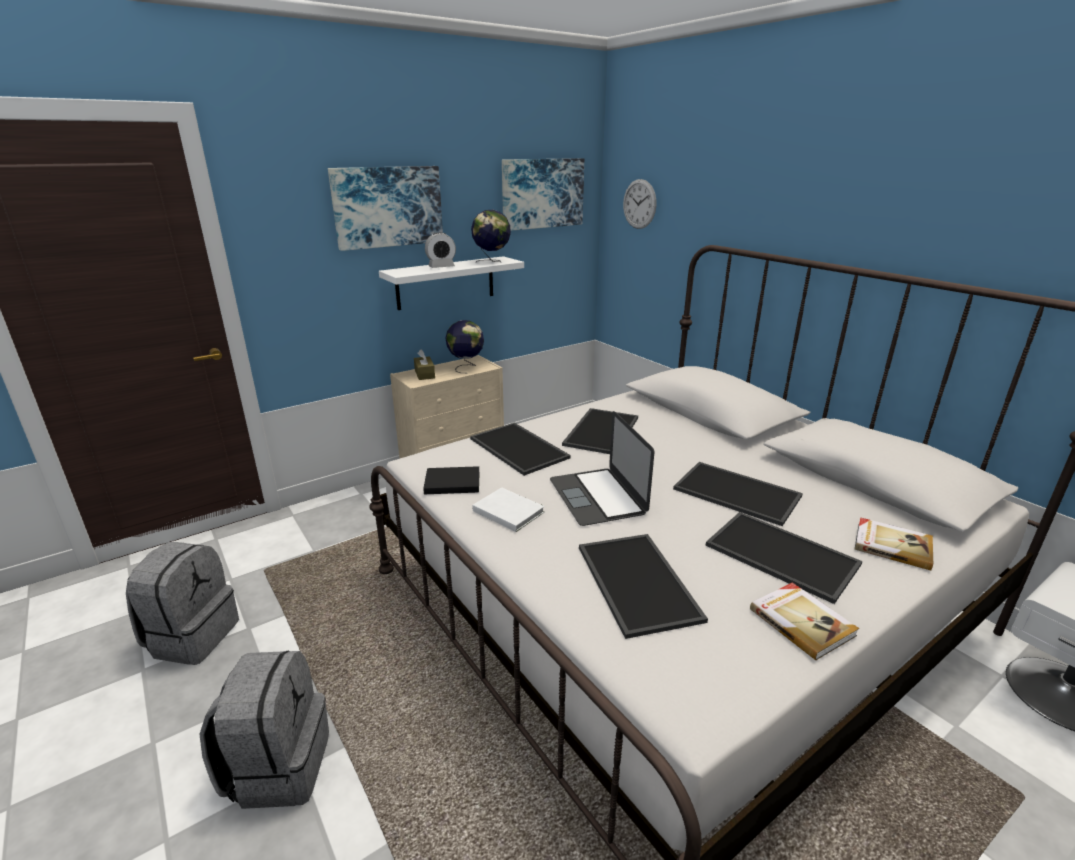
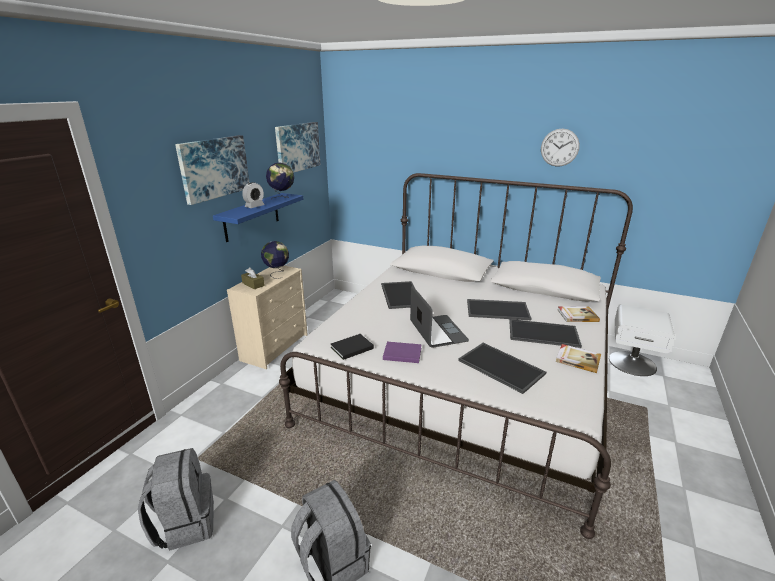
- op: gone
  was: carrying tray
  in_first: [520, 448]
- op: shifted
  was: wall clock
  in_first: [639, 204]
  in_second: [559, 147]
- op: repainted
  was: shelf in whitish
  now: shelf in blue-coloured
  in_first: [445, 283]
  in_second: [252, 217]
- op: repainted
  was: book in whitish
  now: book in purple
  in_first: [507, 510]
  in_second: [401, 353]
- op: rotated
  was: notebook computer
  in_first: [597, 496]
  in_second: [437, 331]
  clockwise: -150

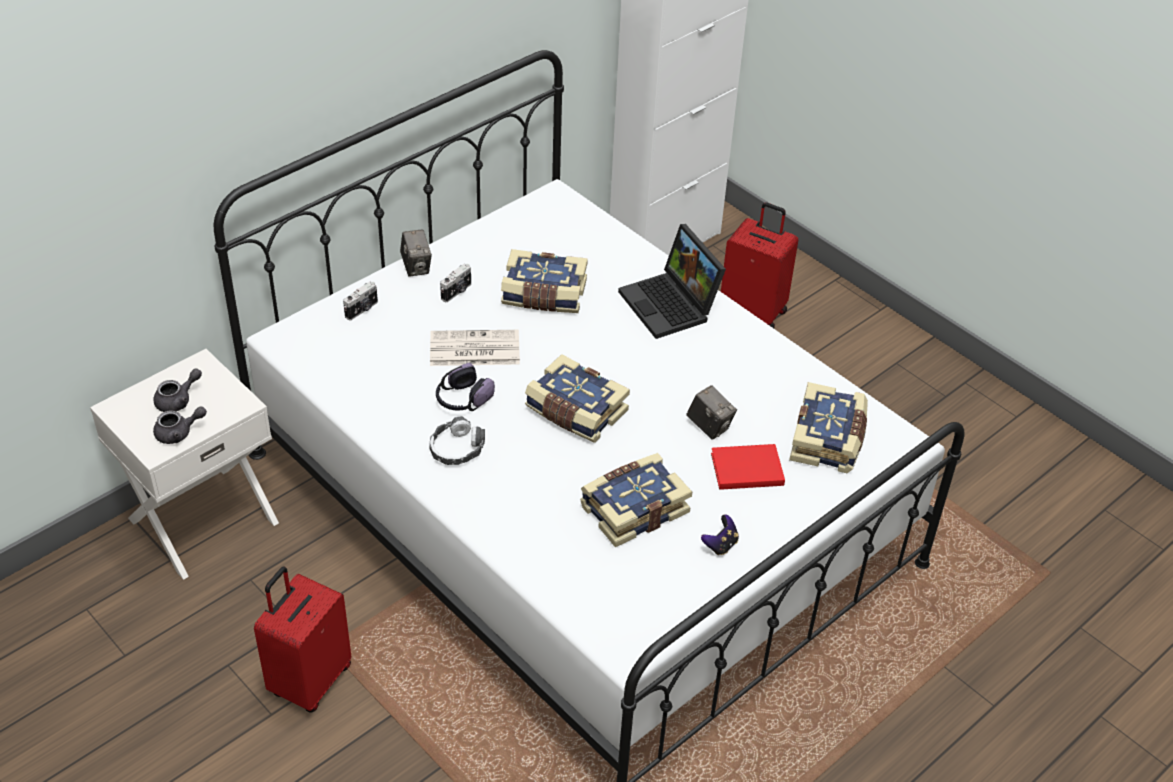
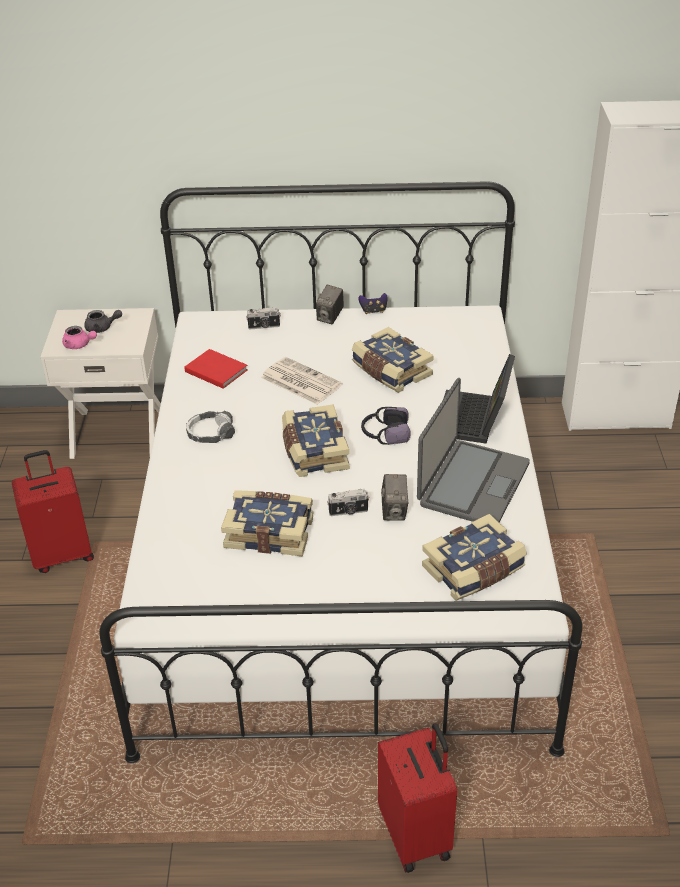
- op: new
  now: notebook computer
  in_second: [472, 484]
- op: shifted
  was: pair of headphones
  in_first: [462, 399]
  in_second: [385, 434]
- op: shifted
  was: photo camera
  in_first: [457, 292]
  in_second: [348, 512]
- op: shifted
  was: gamepad
  in_first: [720, 545]
  in_second: [373, 311]
- op: shifted
  was: book in reddish
  in_first: [745, 468]
  in_second: [215, 370]
- op: shifted
  was: piece of luggage in reddish
  in_first: [754, 311]
  in_second: [417, 835]
- op: repainted
  was: pot for tea in gray
  now: pot for tea in pinkish
  in_first: [179, 433]
  in_second: [79, 345]

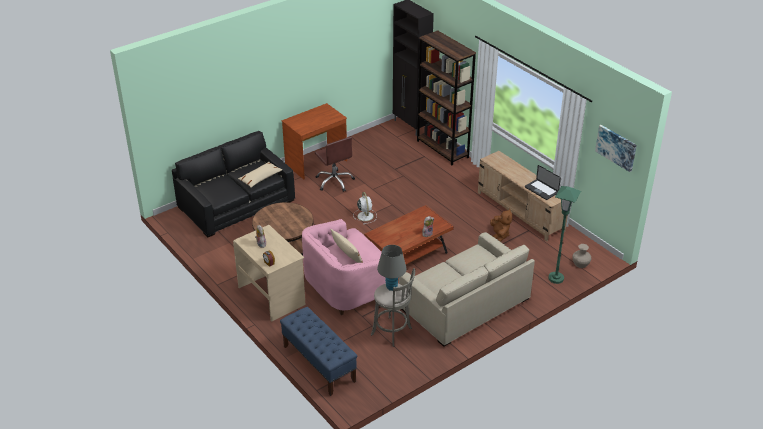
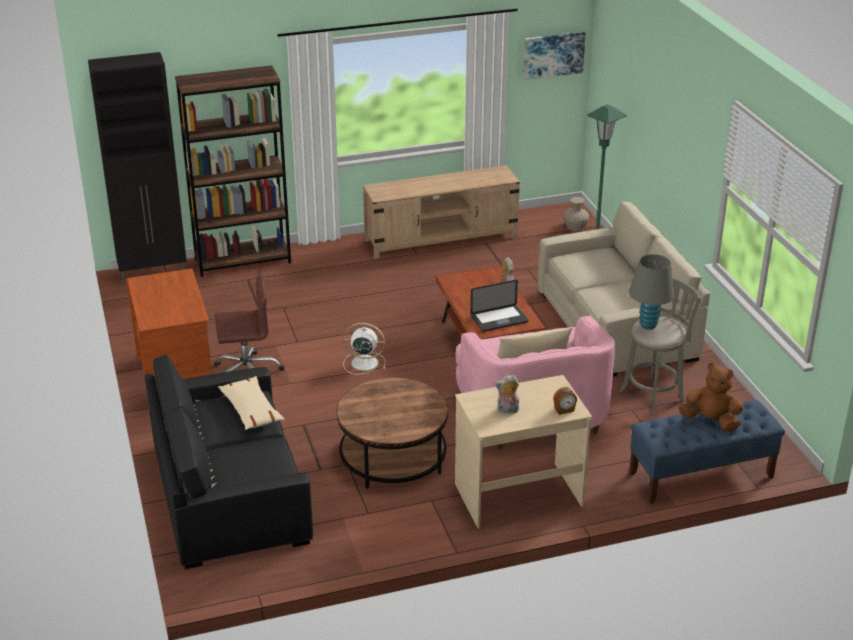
- op: shifted
  was: plush toy in brown-coloured
  in_first: [499, 235]
  in_second: [711, 421]
- op: shifted
  was: notebook computer
  in_first: [541, 190]
  in_second: [499, 319]

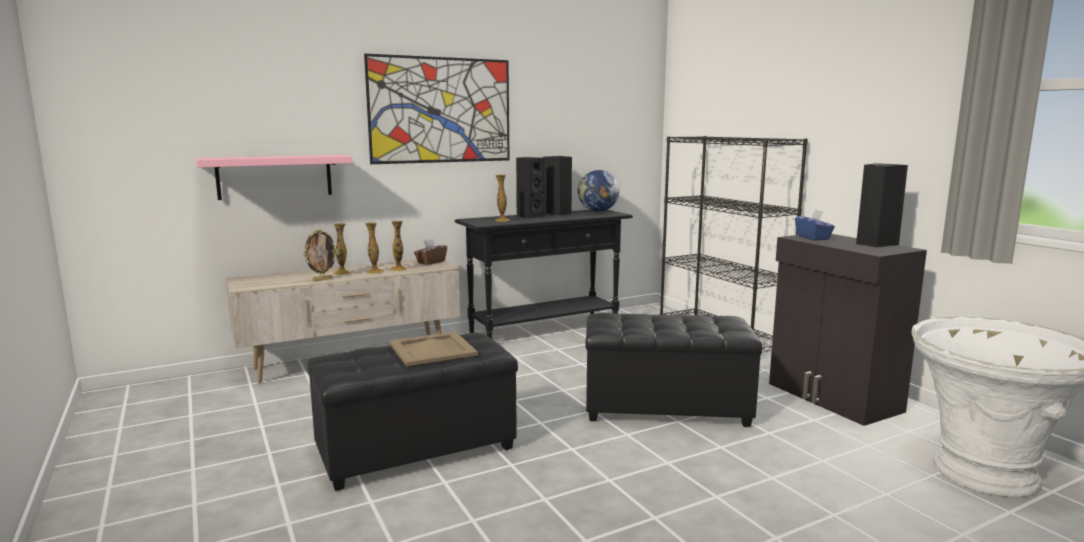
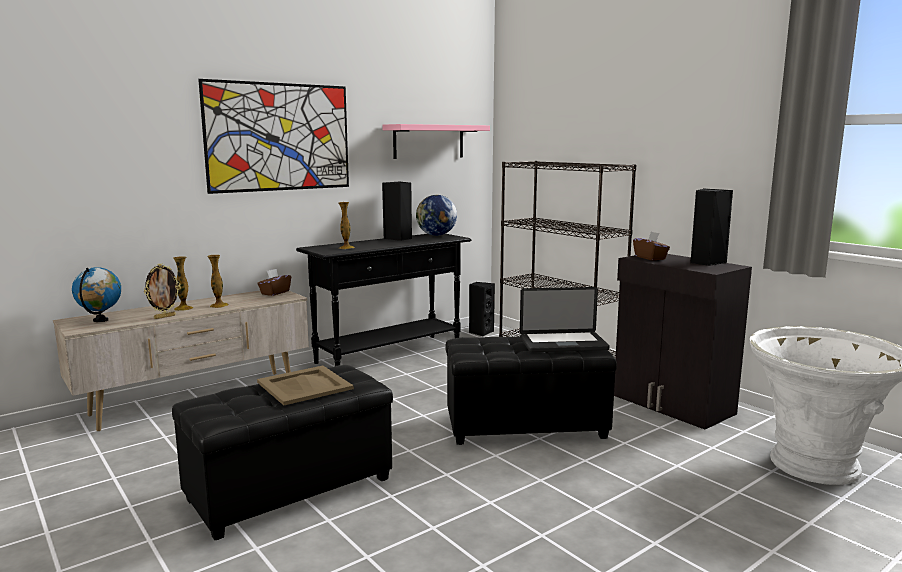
- op: gone
  was: flower vase
  in_first: [398, 269]
- op: new
  now: desk globe
  in_second: [100, 320]
- op: new
  now: notebook computer
  in_second: [563, 344]
- op: shifted
  was: shelf in pinkish
  in_first: [275, 176]
  in_second: [429, 141]
- op: shifted
  was: speaker in blackish
  in_first: [530, 216]
  in_second: [480, 332]
- op: repainted
  was: tissue holder in blue-coloured
  now: tissue holder in brown-coloured
  in_first: [813, 238]
  in_second: [650, 258]

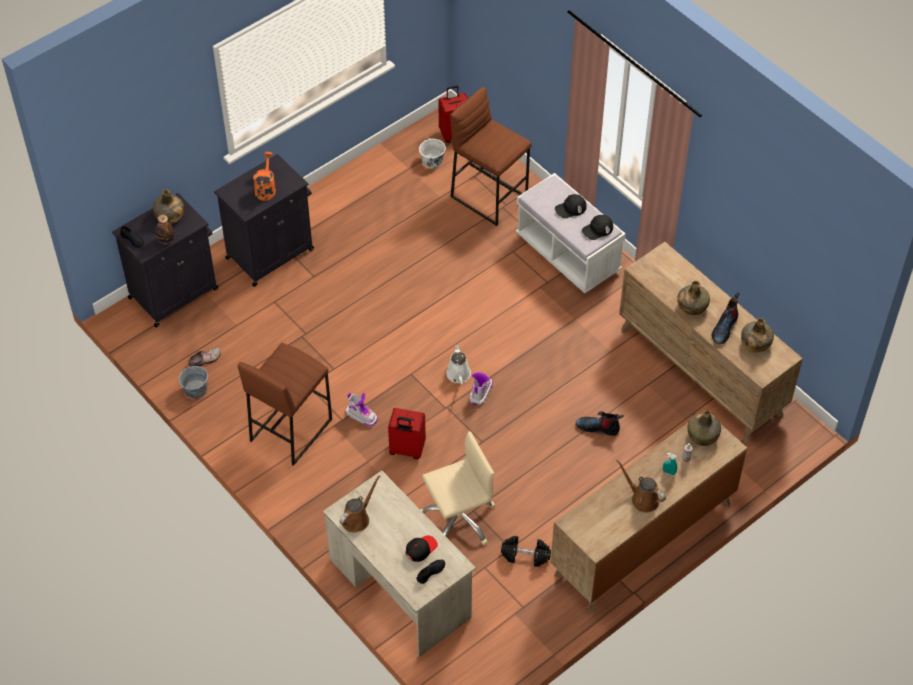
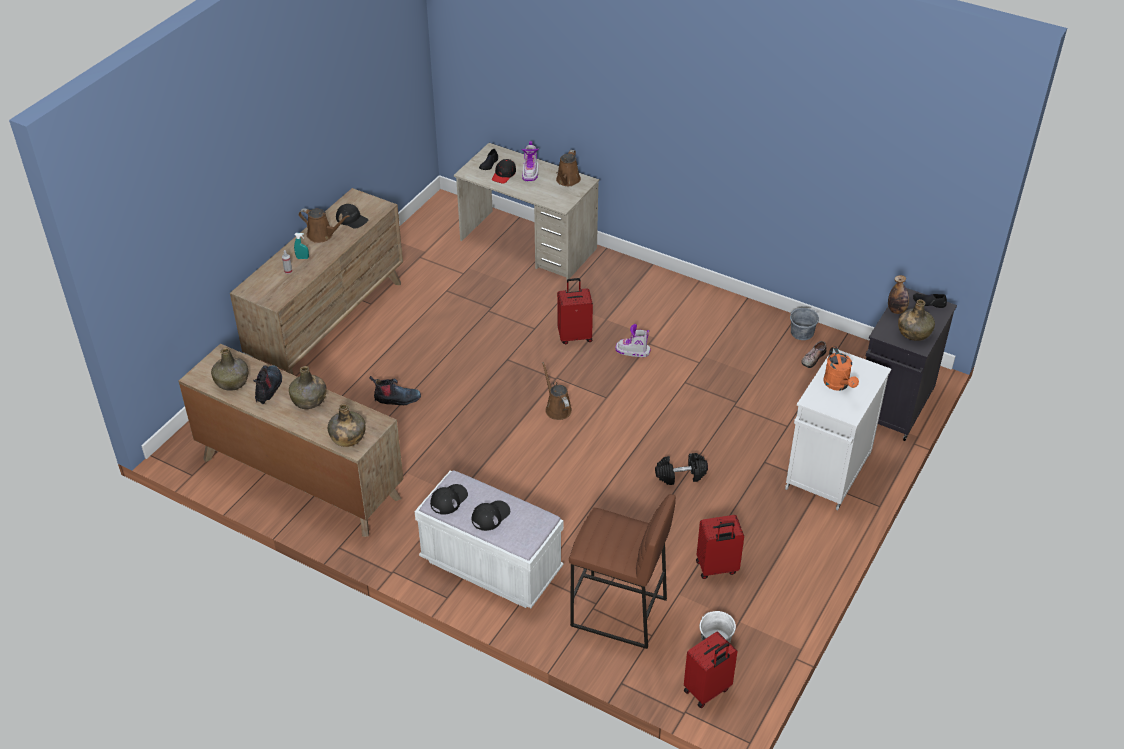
- op: gone
  was: sitting stool in brown-coloured
  in_first: [290, 429]
- op: gone
  was: desk chair in sand-coloured
  in_first: [458, 519]
- op: new
  now: cap in blackish
  in_second: [352, 219]
- op: new
  now: piece of luggage in reddish
  in_second: [717, 568]
- op: shifted
  was: tall boot
  in_first: [480, 392]
  in_second: [530, 172]
- op: shifted
  was: free weight in blackish
  in_first: [525, 555]
  in_second: [680, 475]
- op: shifted
  was: beverage bottle in greenish
  in_first: [703, 435]
  in_second: [347, 437]
- op: repainted
  was: cabinet in blackish
  now: cabinet in whitish
  in_first: [271, 253]
  in_second: [827, 473]
- op: repainted
  was: watering can in whitish
  now: watering can in brown-coloured
  in_first: [459, 375]
  in_second: [557, 408]

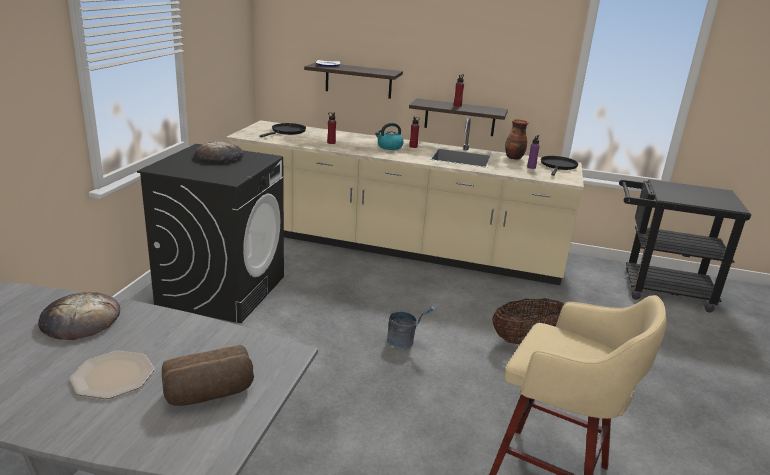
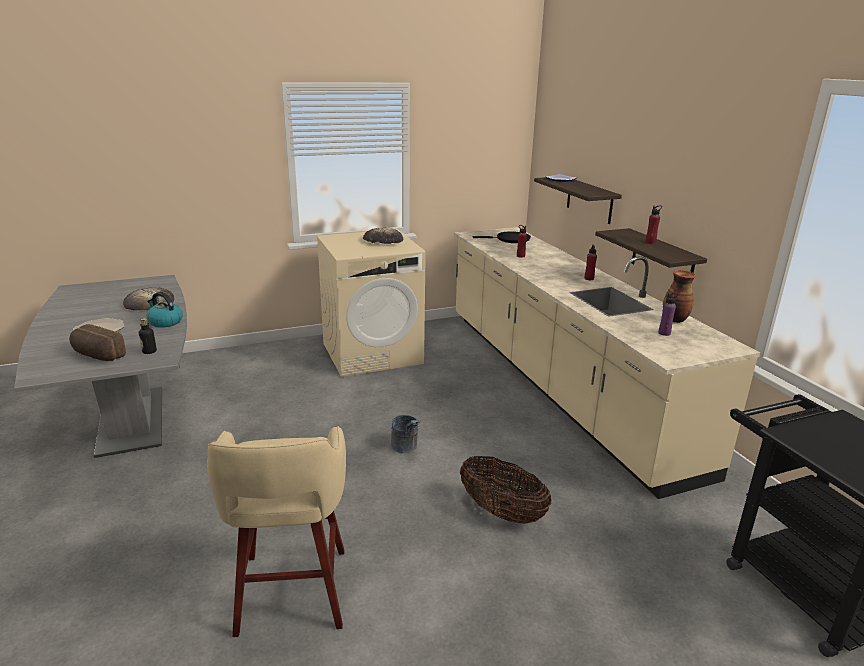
- op: gone
  was: frying pan in blackish
  in_first: [558, 166]
- op: new
  now: beverage bottle
  in_second: [149, 351]
- op: shifted
  was: kettle
  in_first: [389, 147]
  in_second: [165, 322]
- op: repainted
  was: laundry appliance in blackish
  now: laundry appliance in sand-coloured
  in_first: [222, 290]
  in_second: [372, 353]

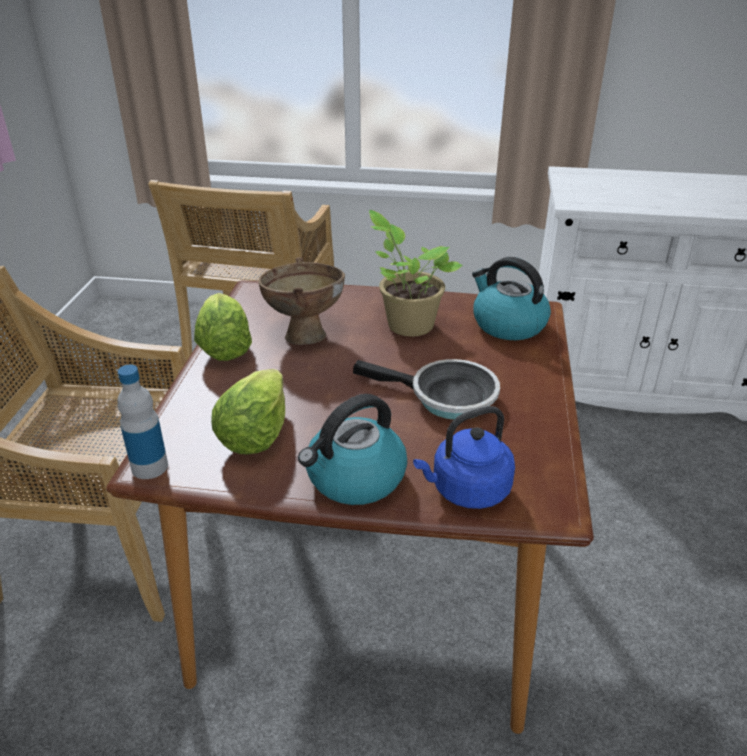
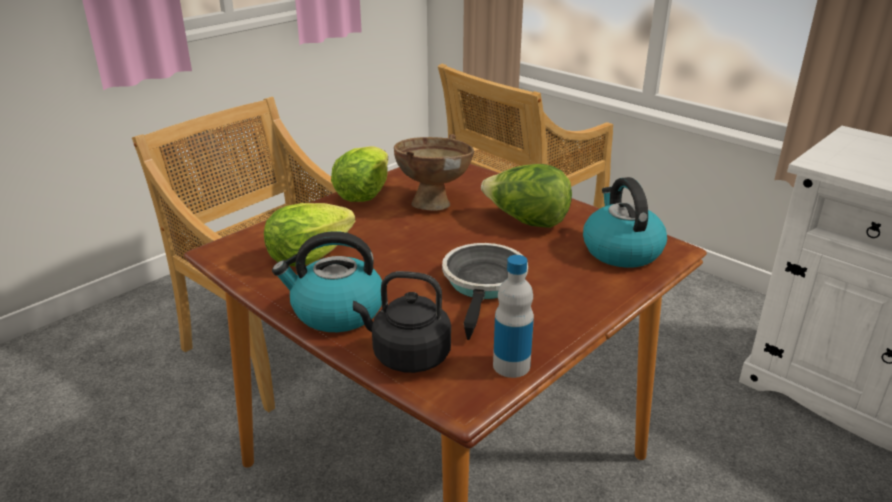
- op: shifted
  was: beverage bottle
  in_first: [149, 467]
  in_second: [511, 365]
- op: swapped
  was: houseplant
  now: lettuce head
  in_first: [407, 324]
  in_second: [526, 222]
- op: repainted
  was: kettle in blue-coloured
  now: kettle in blackish
  in_first: [466, 490]
  in_second: [407, 356]
- op: rotated
  was: frying pan
  in_first: [446, 397]
  in_second: [484, 285]
  clockwise: -135

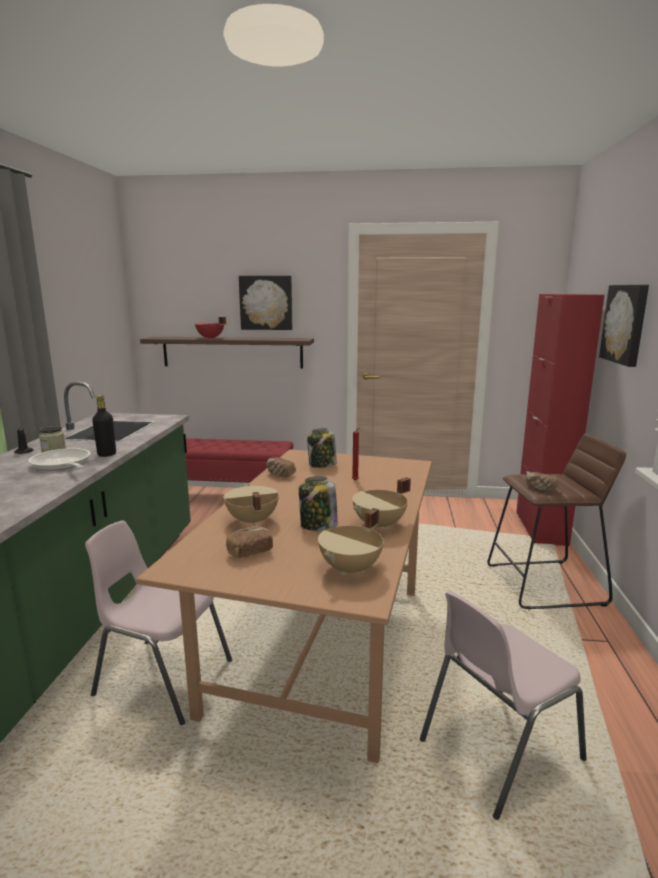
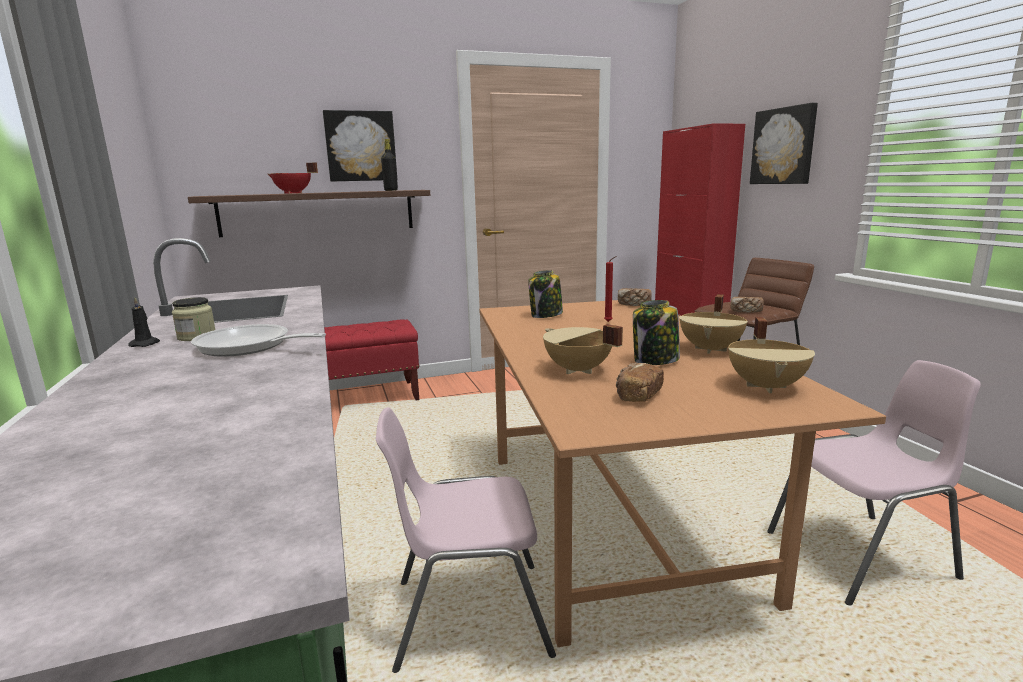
- op: shifted
  was: beverage bottle in blackish
  in_first: [107, 454]
  in_second: [391, 190]
- op: shifted
  was: bread
  in_first: [280, 474]
  in_second: [634, 304]
- op: rotated
  was: upright chair in pinkish
  in_first: [497, 749]
  in_second: [863, 556]
  clockwise: -135

